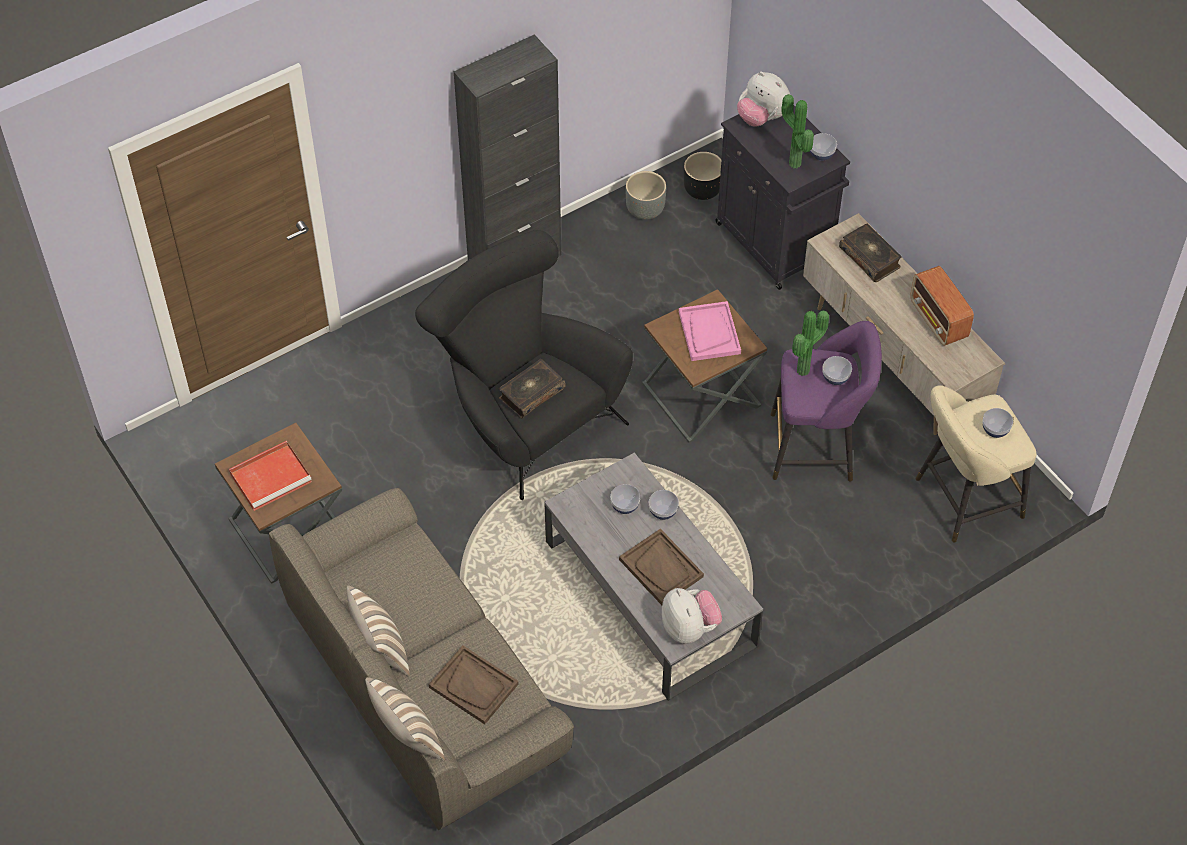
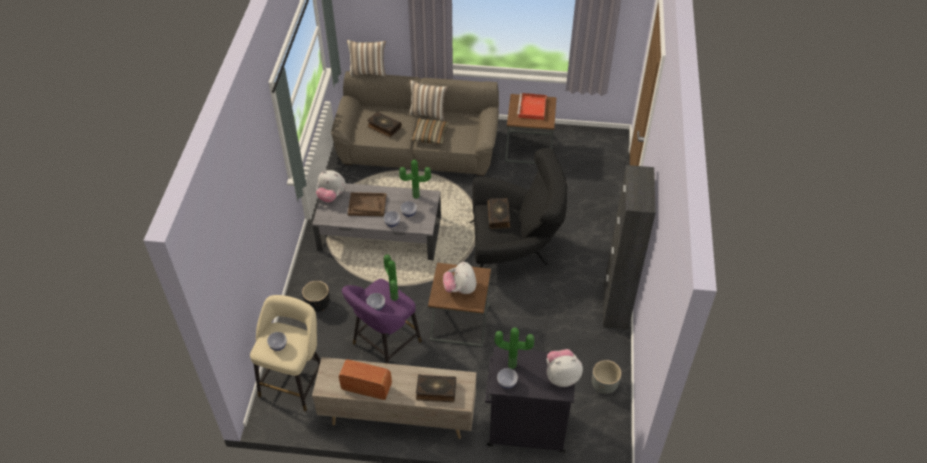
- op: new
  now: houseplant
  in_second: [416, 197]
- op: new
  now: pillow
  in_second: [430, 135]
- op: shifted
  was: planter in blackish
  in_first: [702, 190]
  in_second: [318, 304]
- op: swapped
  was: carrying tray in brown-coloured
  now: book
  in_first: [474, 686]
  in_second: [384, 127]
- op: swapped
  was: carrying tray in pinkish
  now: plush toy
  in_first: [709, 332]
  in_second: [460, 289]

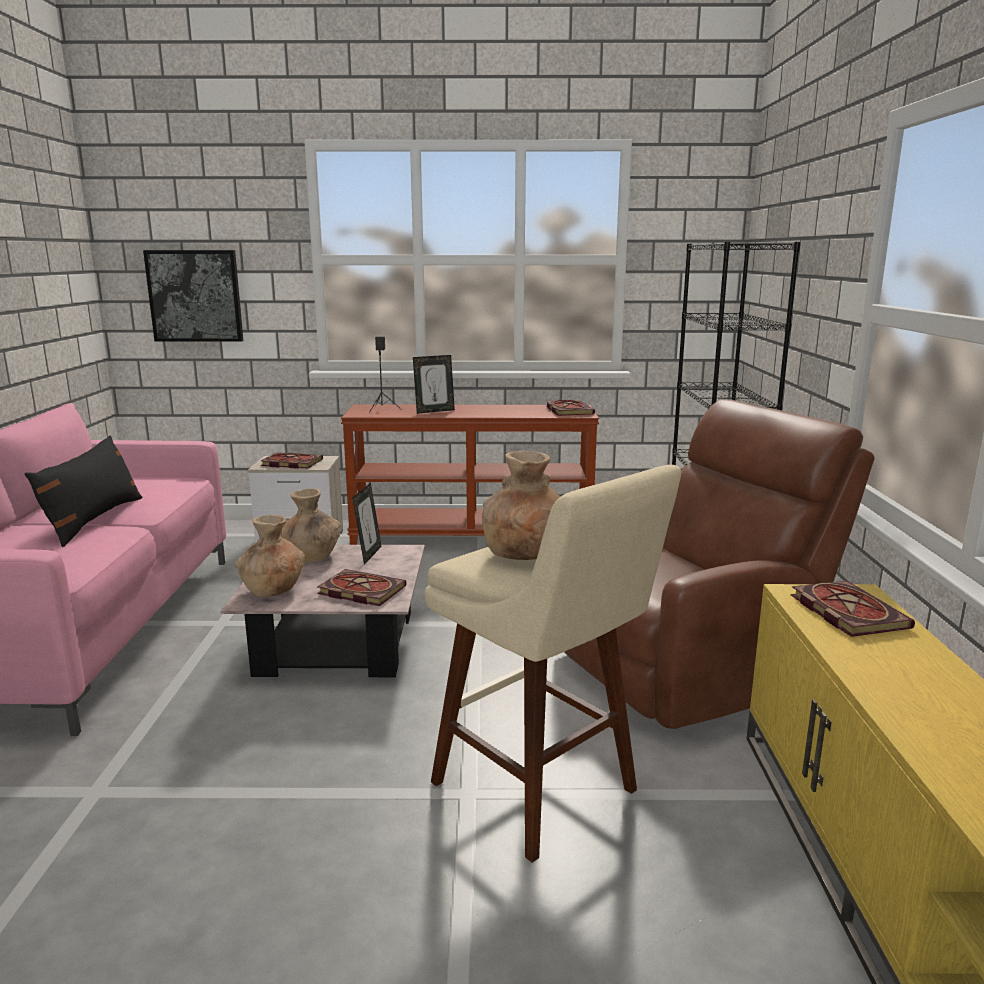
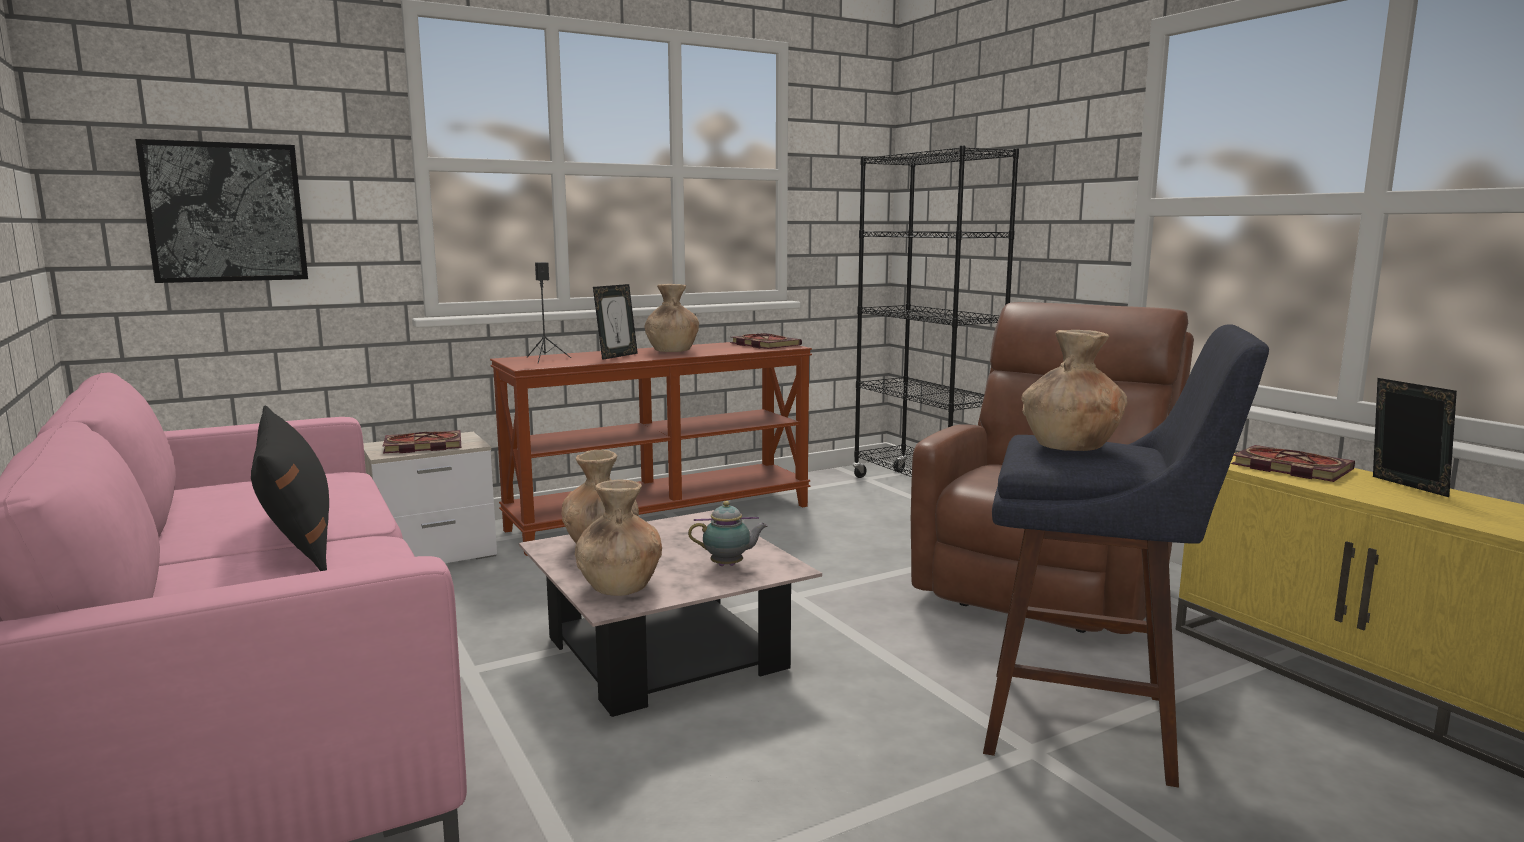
- op: new
  now: flower vase in brown-coloured
  in_second: [672, 351]
- op: shifted
  was: standing frame
  in_first: [369, 555]
  in_second: [1404, 487]
- op: swapped
  was: book
  now: pot for tea
  in_first: [359, 591]
  in_second: [729, 565]
- op: repainted
  was: sitting stool in sand-coloured
  now: sitting stool in blue-coloured
  in_first: [542, 793]
  in_second: [1094, 726]

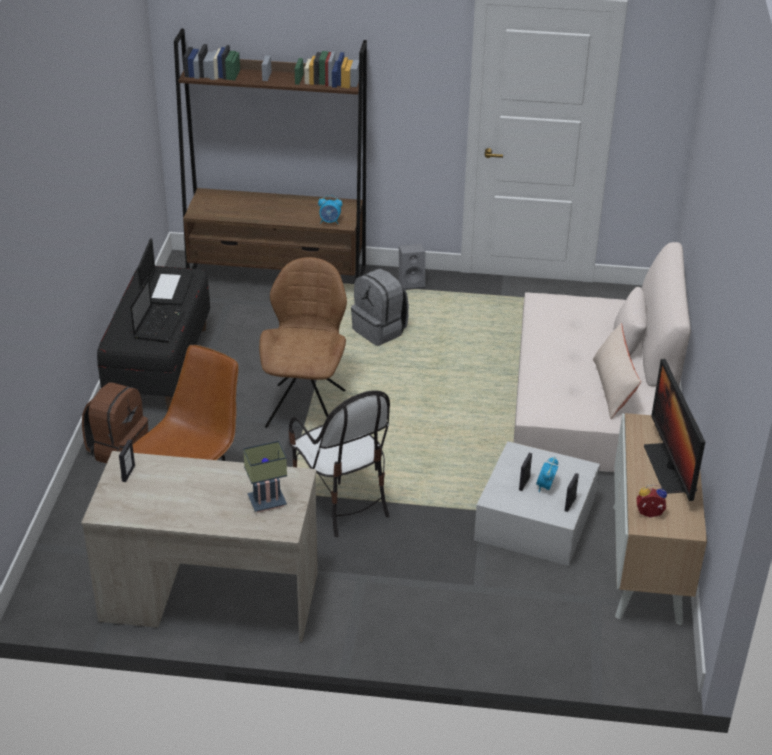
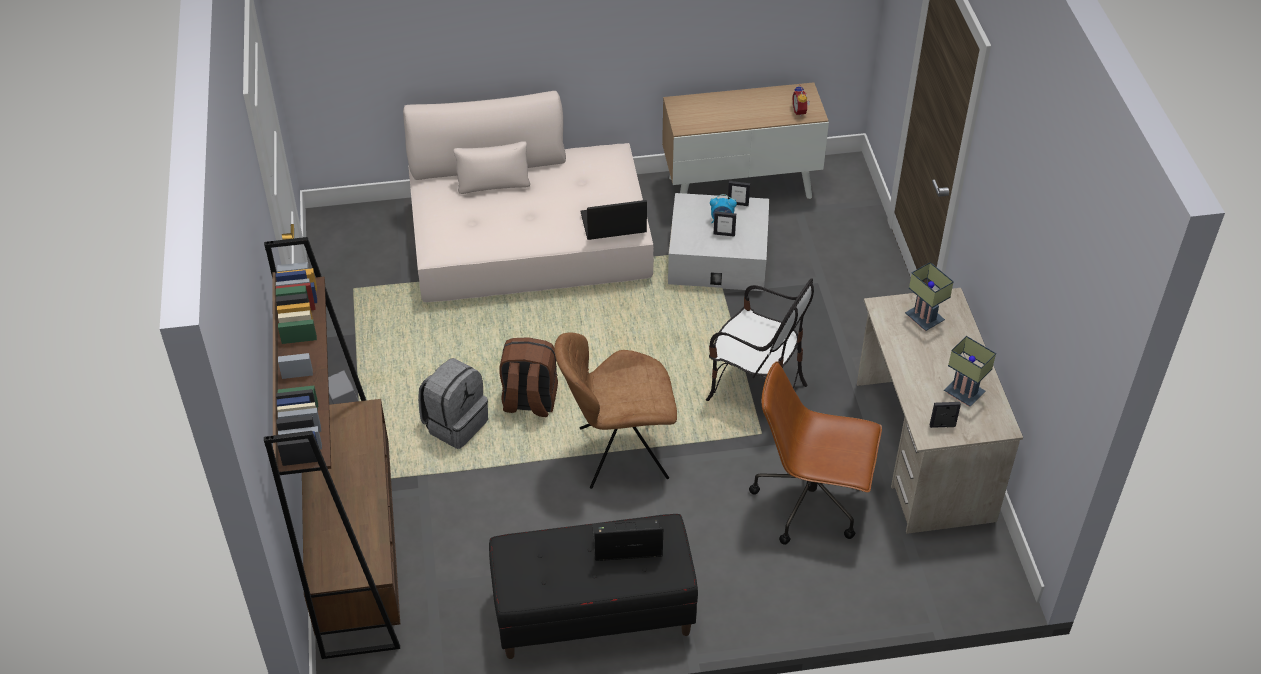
- op: gone
  was: bedside clock
  in_first: [330, 222]
- op: gone
  was: pillow in sand-coloured
  in_first: [613, 388]
- op: gone
  was: computer display
  in_first: [669, 468]
- op: new
  now: table lamp
  in_second: [962, 393]
- op: shifted
  was: knapsack in brown-coloured
  in_first: [118, 449]
  in_second: [529, 401]
- op: shifted
  was: notebook computer
  in_first: [166, 288]
  in_second: [613, 223]
- op: rotated
  was: upright chair
  in_first: [341, 502]
  in_second: [755, 390]
  clockwise: 75

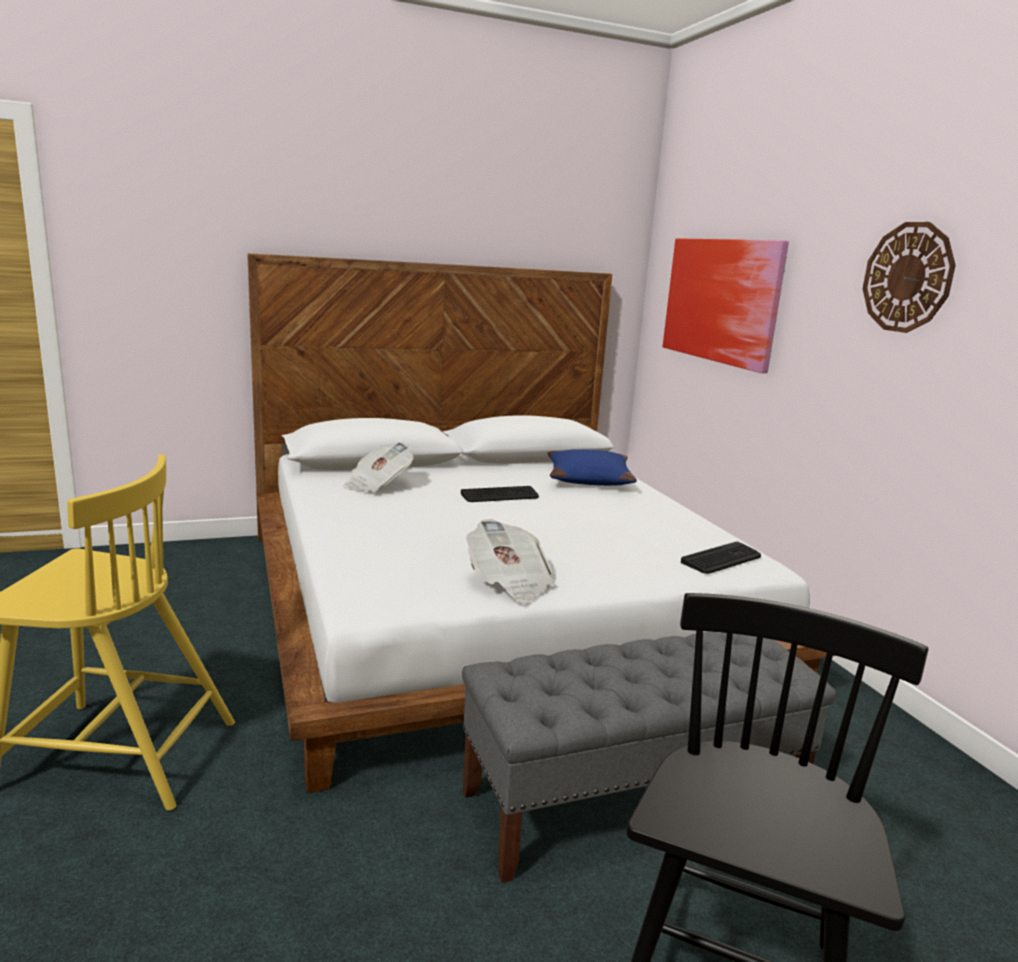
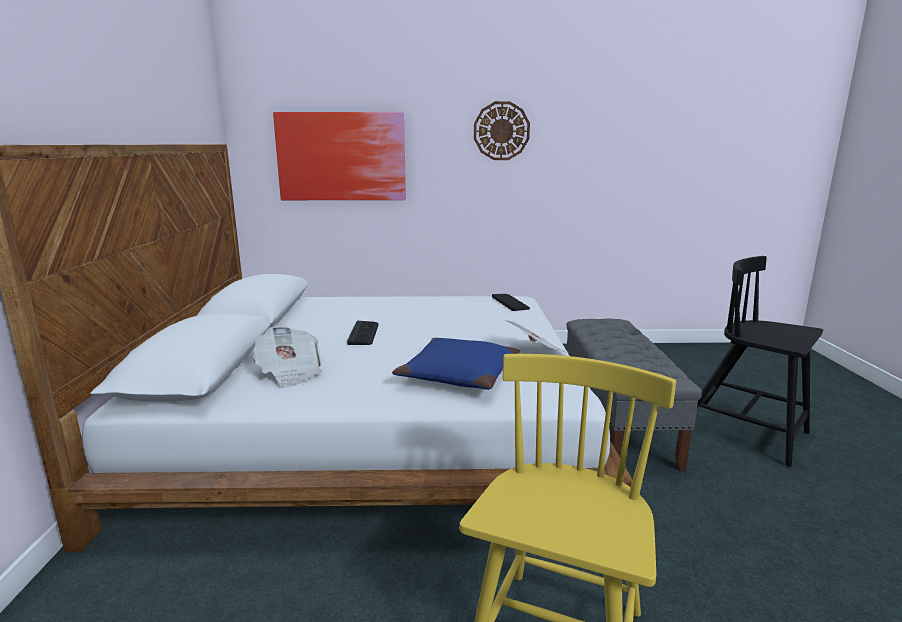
- op: shifted
  was: pillow in blue-coloured
  in_first: [588, 479]
  in_second: [458, 375]

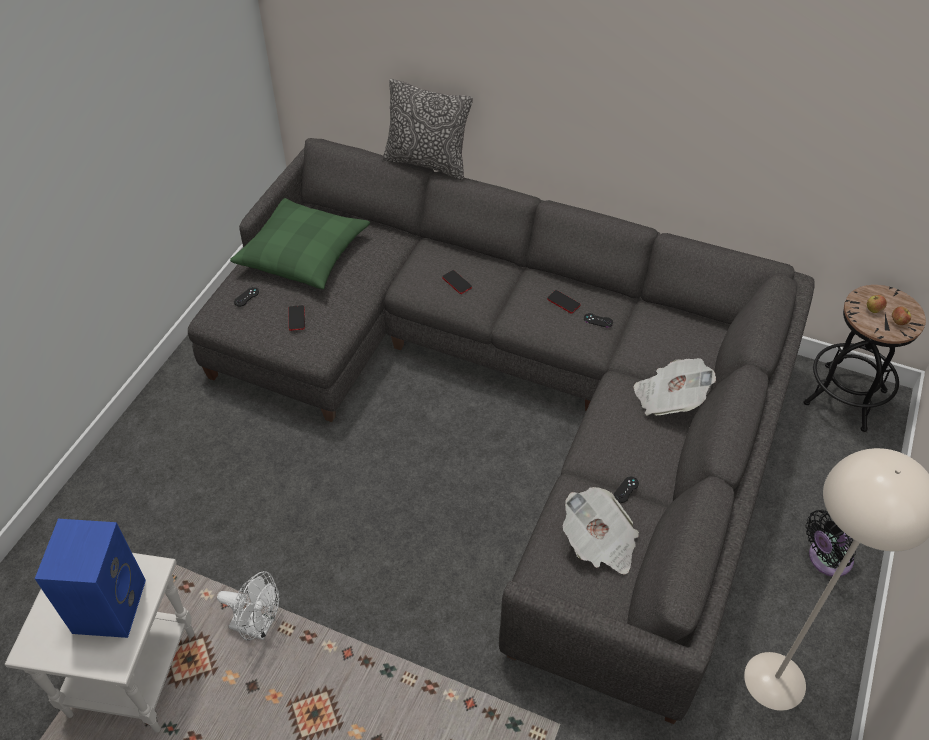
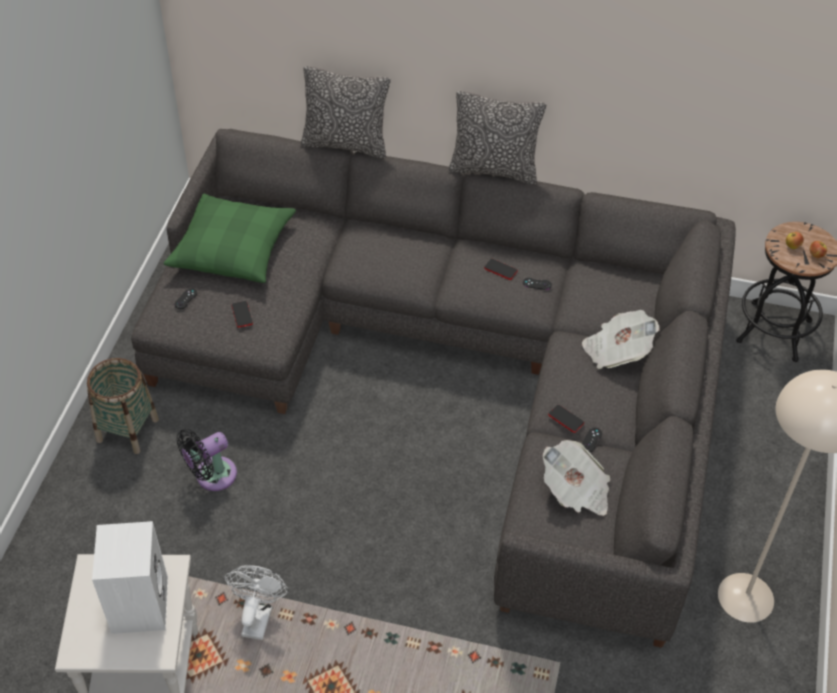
- op: new
  now: storage basket
  in_second: [128, 430]
- op: new
  now: pillow
  in_second: [494, 169]
- op: shifted
  was: handset
  in_first: [457, 282]
  in_second: [566, 419]
- op: shifted
  was: cooling fan in blackish
  in_first: [826, 559]
  in_second: [212, 476]
- op: repainted
  was: speaker in blue-coloured
  now: speaker in whitish
  in_first: [108, 604]
  in_second: [138, 603]
- op: rotated
  was: cooling fan in whitish
  in_first: [258, 626]
  in_second: [258, 616]
  clockwise: -90

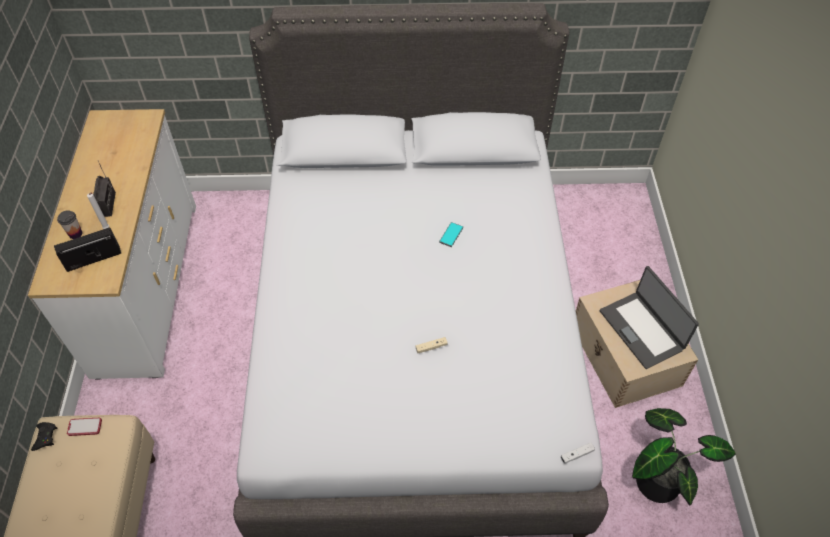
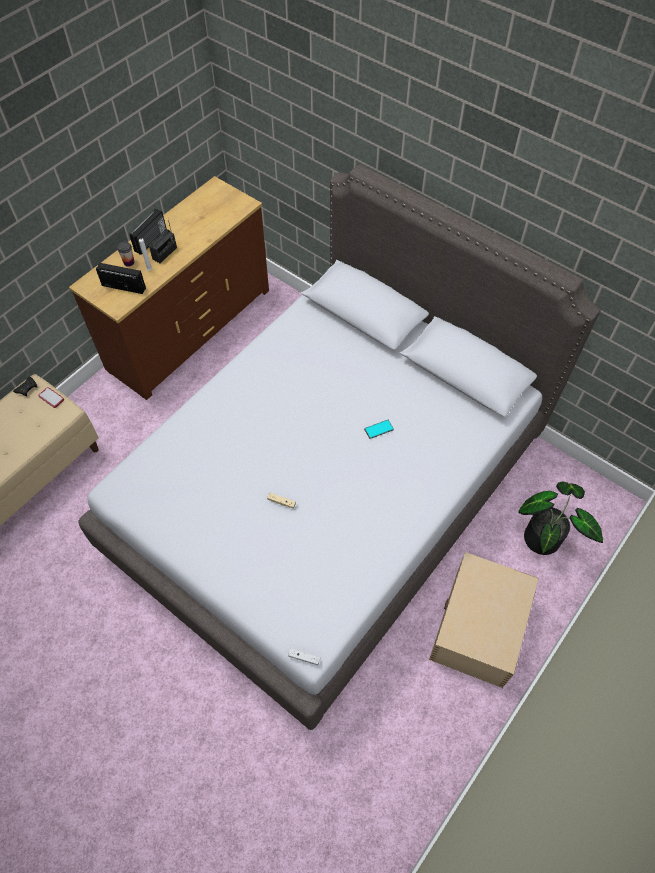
- op: gone
  was: notebook computer
  in_first: [642, 329]
- op: new
  now: radio receiver
  in_second: [151, 240]
- op: shifted
  was: houseplant
  in_first: [658, 477]
  in_second: [546, 536]
- op: repainted
  was: dresser in whitish
  now: dresser in brown-coloured
  in_first: [146, 286]
  in_second: [189, 329]

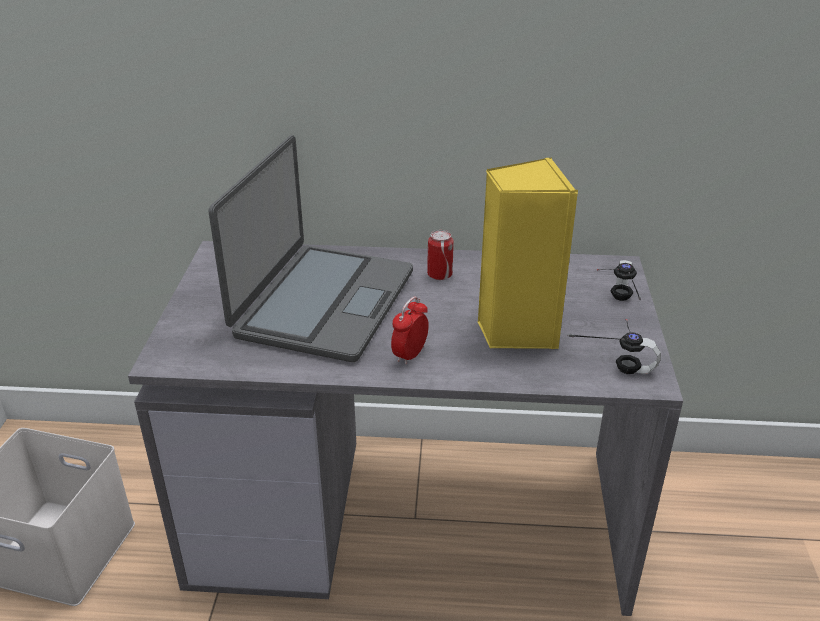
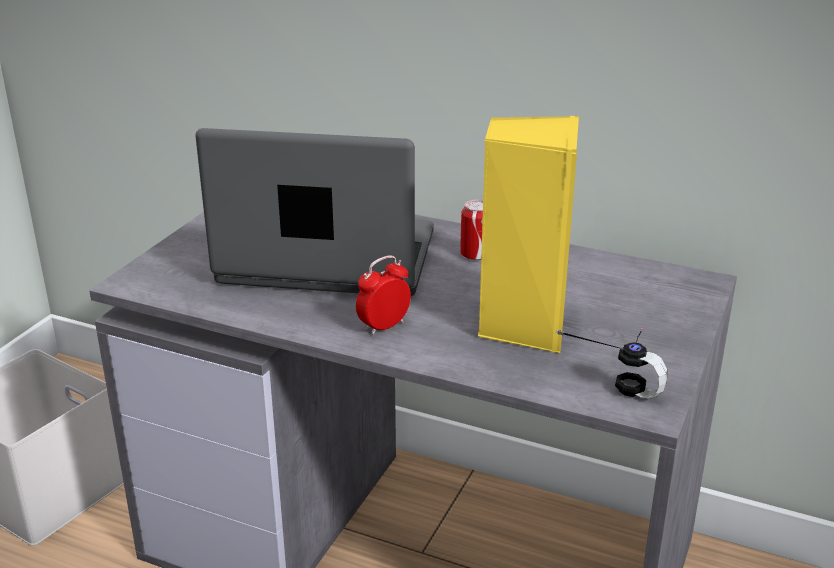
- op: gone
  was: pair of headphones
  in_first: [613, 304]
- op: rotated
  was: notebook computer
  in_first: [323, 302]
  in_second: [327, 259]
  clockwise: -120

